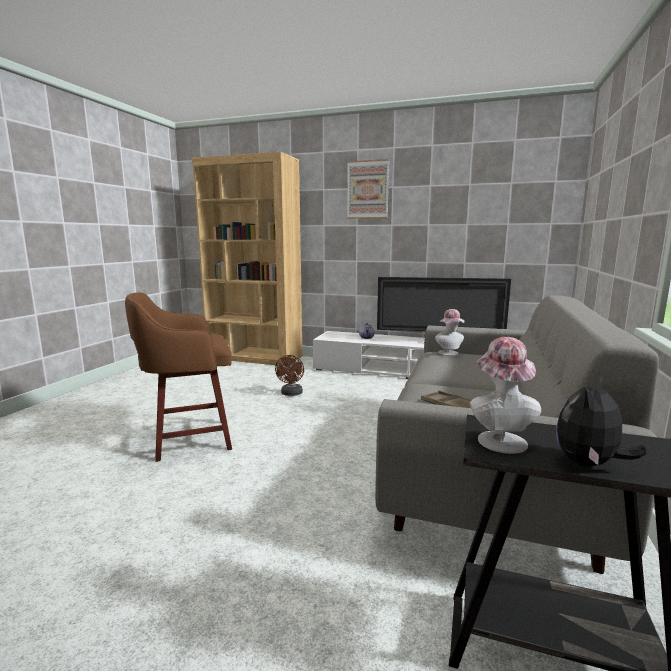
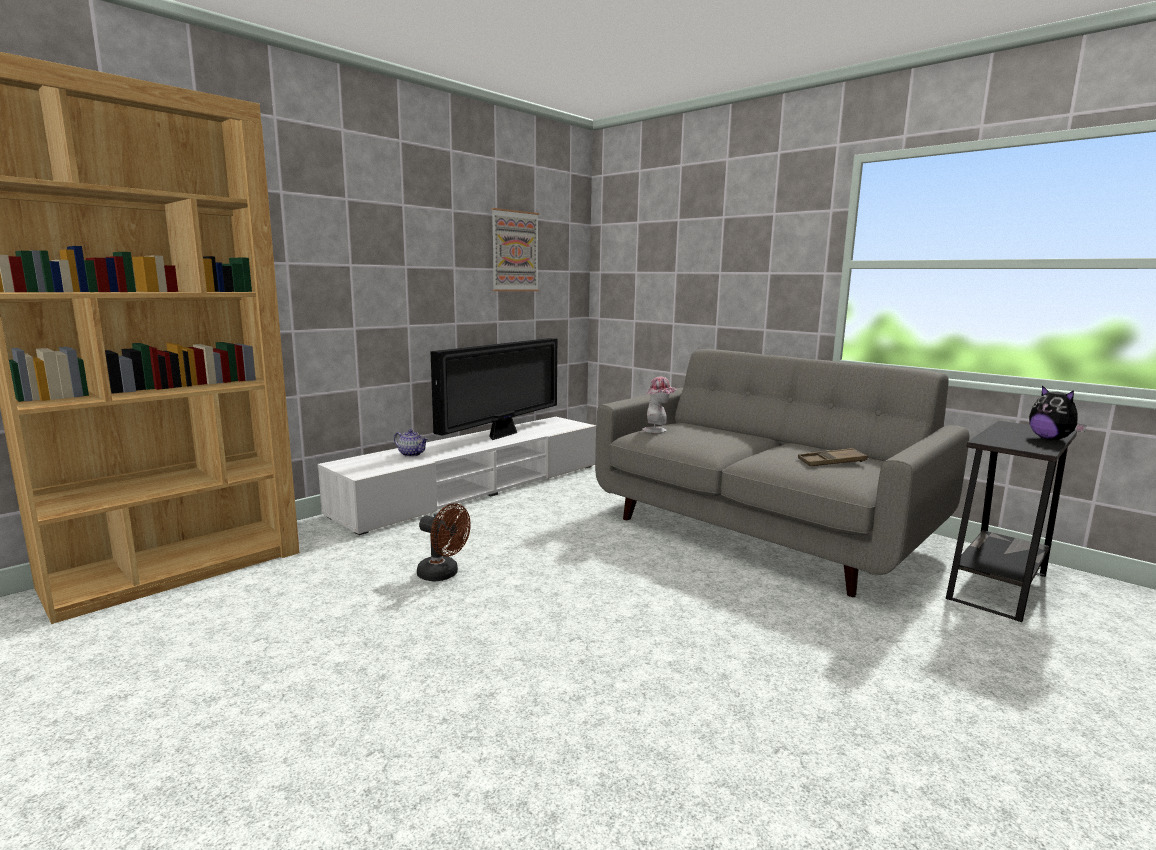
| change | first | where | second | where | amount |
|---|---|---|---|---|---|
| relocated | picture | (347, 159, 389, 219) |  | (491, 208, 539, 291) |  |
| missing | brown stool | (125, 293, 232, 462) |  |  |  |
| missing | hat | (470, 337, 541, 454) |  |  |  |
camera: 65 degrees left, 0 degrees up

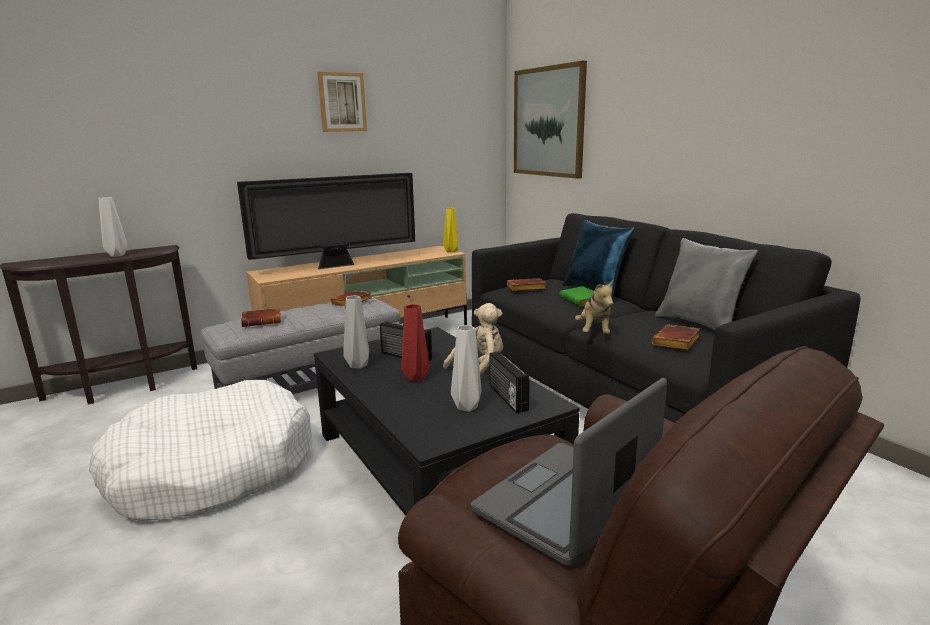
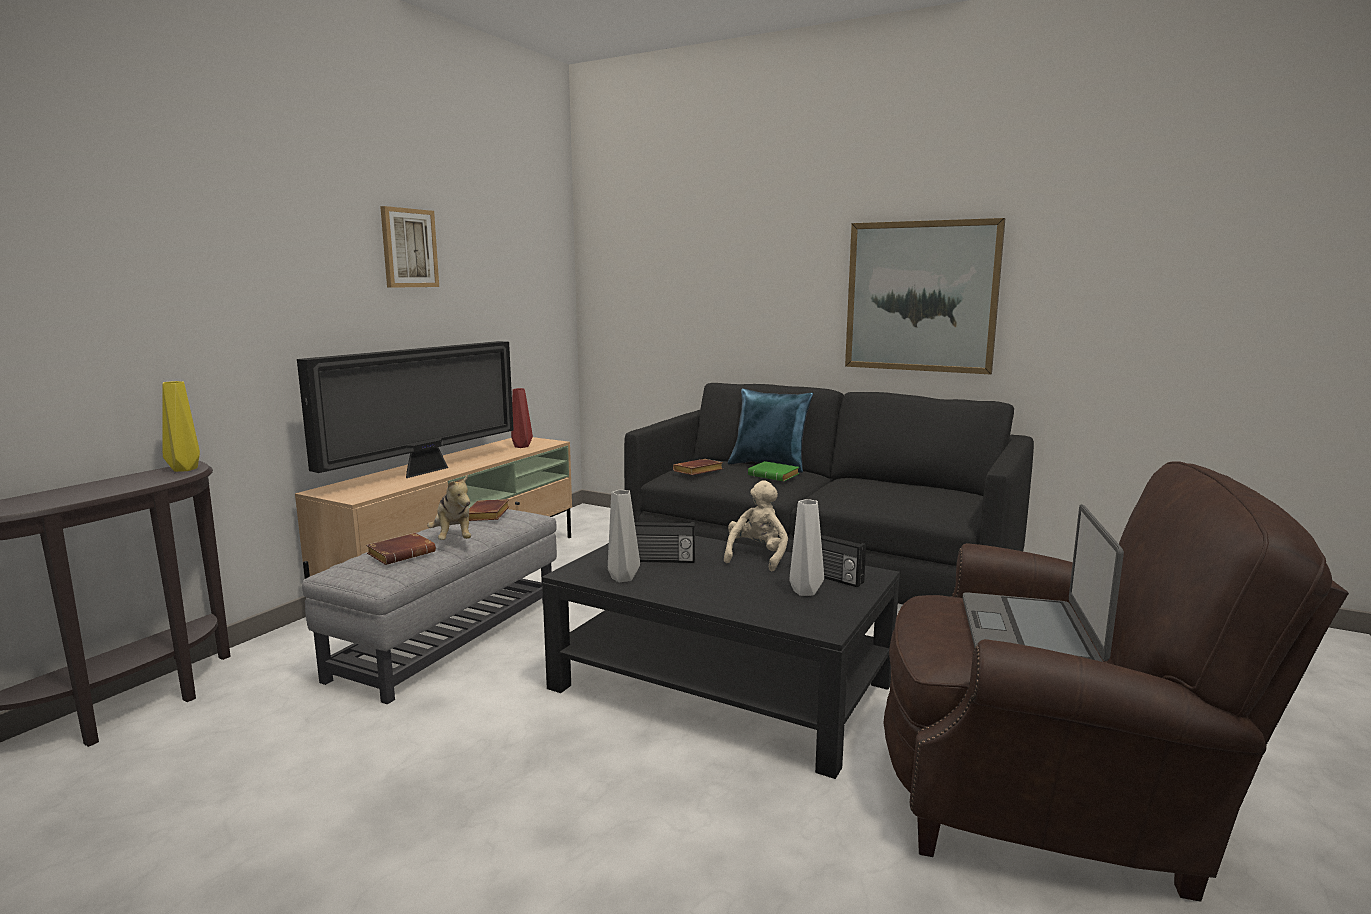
| change | first | where | second | where | amount |
|---|---|---|---|---|---|
| relocated | picture | (514, 61, 587, 179) |  | (845, 218, 1005, 374) |  |
| missing | white vase | (99, 197, 128, 257) |  |  |  |
| relocated | yellow vase | (443, 208, 458, 253) |  | (162, 381, 200, 472) |  |
| missing | grey pillow | (655, 238, 758, 331) |  |  |  |
| relocated | plush toy | (575, 280, 614, 334) |  | (427, 474, 471, 540) |  |
| relocated | red vase | (401, 304, 430, 382) |  | (511, 388, 533, 448) |  |
| missing | brown book | (651, 325, 700, 350) |  |  |  |
| missing | white dog bed | (89, 380, 313, 521) |  |  |  |
camera: 30 degrees left, 5 degrees down

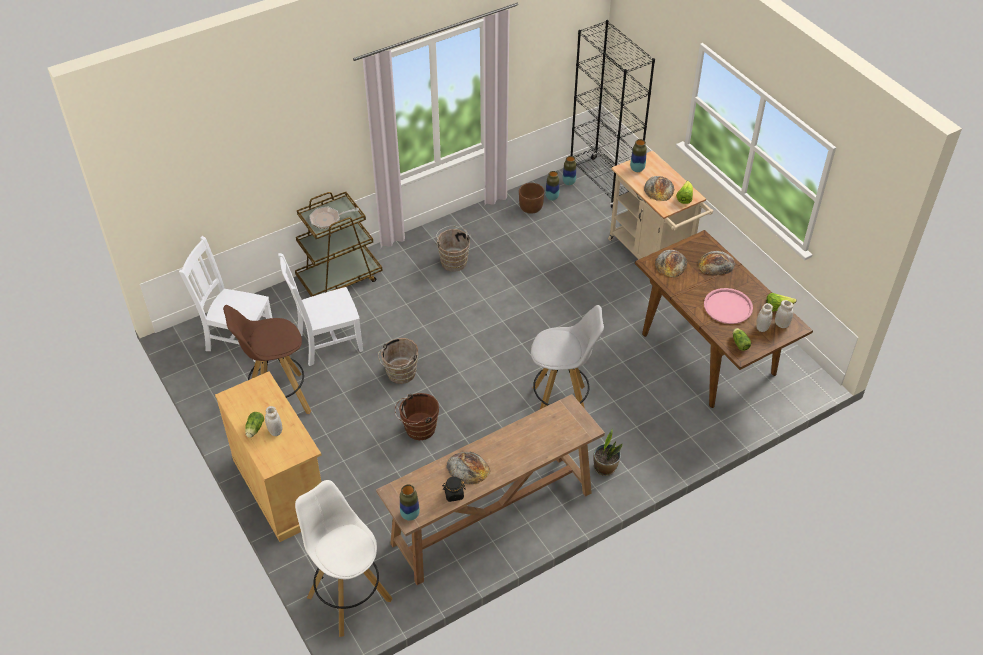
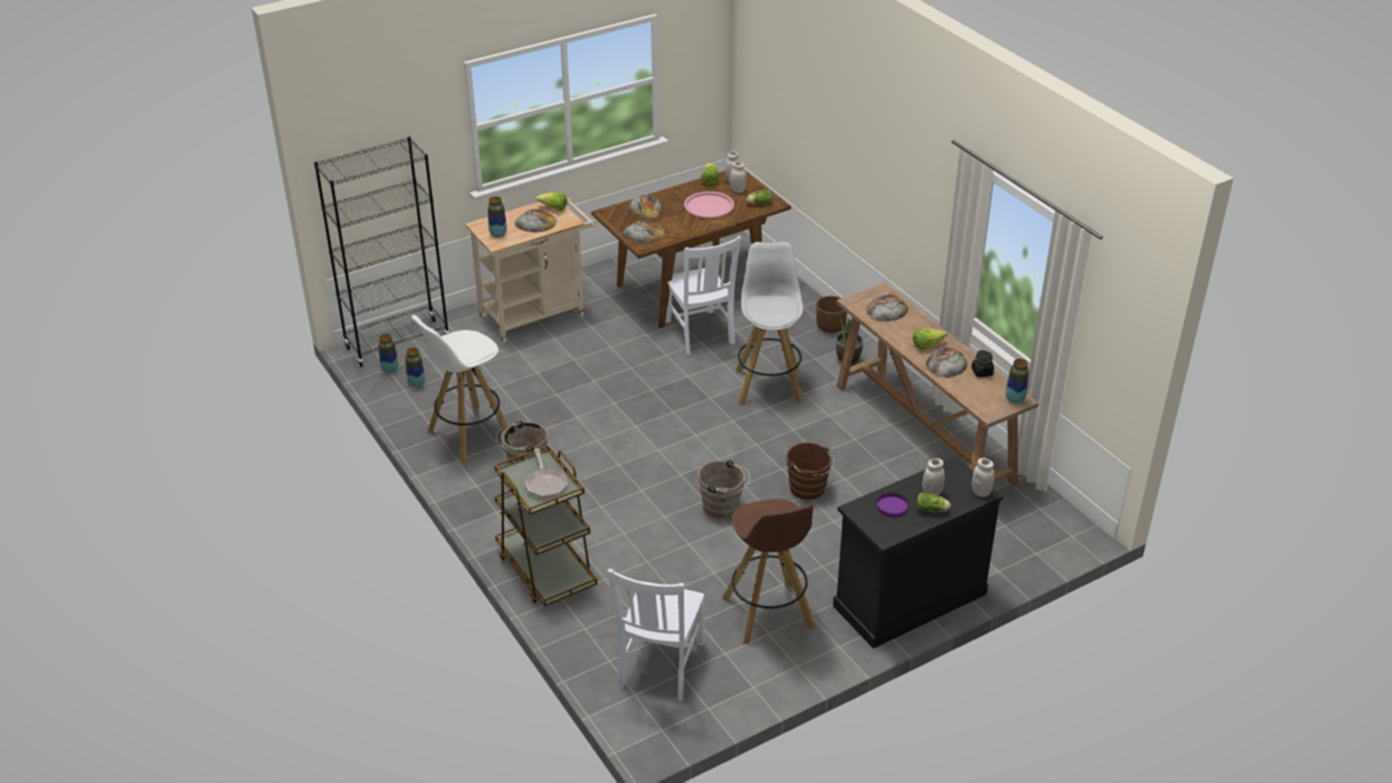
| change | first | where | second | where | amount |
|---|---|---|---|---|---|
| relocated | brown planter | (519, 183, 544, 214) |  | (816, 296, 847, 333) |  |
| relocated | white chair | (278, 253, 363, 366) |  | (665, 236, 741, 355) |  |
| colour | beige cabinet | (215, 371, 321, 542) | black cabinet | (833, 456, 1003, 649) |  |
| relocated | white stool | (295, 480, 392, 637) |  | (412, 315, 508, 462) |  |
| appeared |  |  | bread | (866, 294, 908, 322) |  |
| appeared |  |  | lettuce | (913, 328, 947, 350) |  |
| appeared |  |  | white jar | (972, 458, 994, 497) |  |
| appeared |  |  | purple plate | (877, 493, 909, 518) |  |
camera: 90 degrees left, 10 degrees down

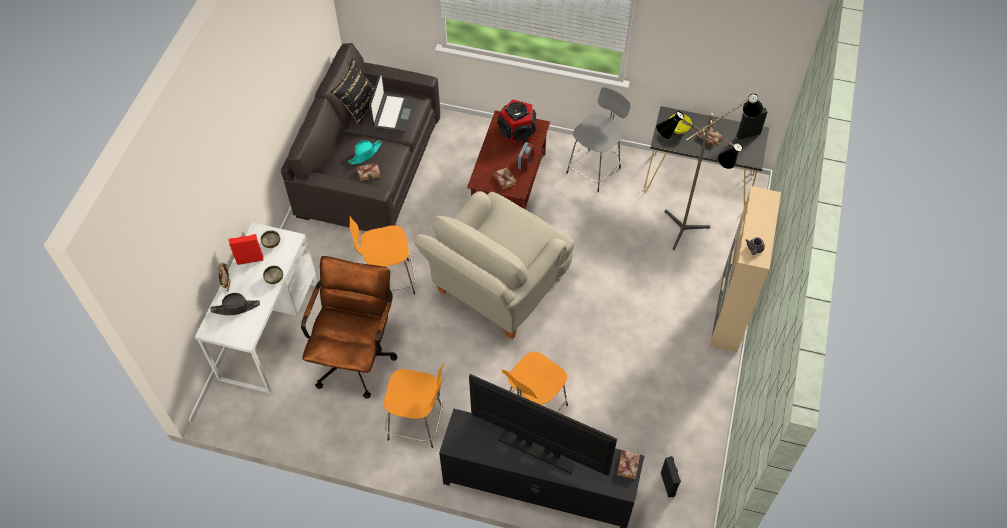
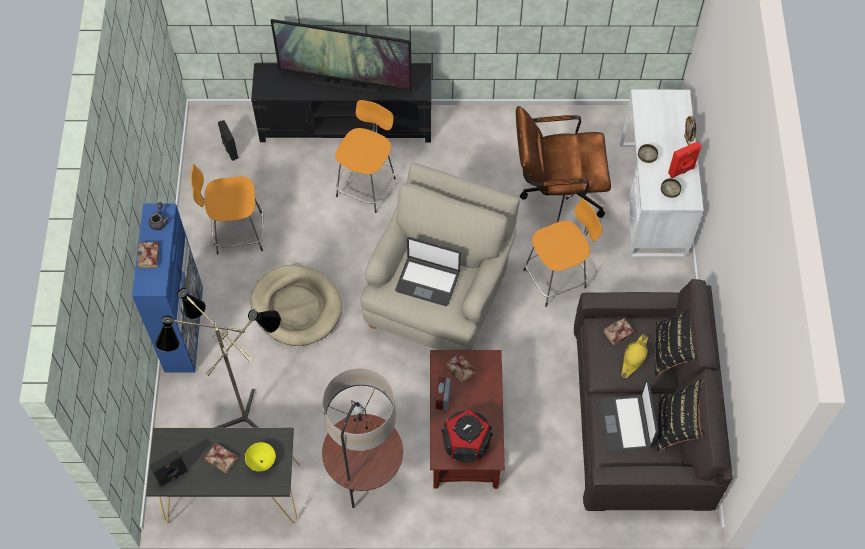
| change | first | where | second | where | amount |
|---|---|---|---|---|---|
| exchanged | grey stool | (566, 87, 631, 192) | floor lamp | (322, 368, 403, 508) |  |
| colour | turquoise hat | (348, 140, 382, 165) | yellow hat | (621, 334, 648, 378) |  |
| colour | beige cabinet | (710, 186, 781, 352) | blue cabinet | (132, 204, 203, 373) |  |
| spun | brown office chair | (301, 256, 398, 399) |  | (516, 106, 611, 223) | 90 degrees clockwise |
| missing | black hat | (210, 293, 260, 315) |  |  |  |
| relocated | orange stool | (384, 363, 444, 448) |  | (191, 164, 264, 255) |  |
| relocated | book | (617, 450, 640, 479) |  | (137, 242, 159, 268) |  |
| appeared |  |  | laptop | (395, 237, 461, 306) |  |
| appeared |  |  | beige dog bed | (251, 265, 342, 346) |  |
| appeared |  |  | black pillow | (655, 310, 698, 377) |  |
camera: 165 degrees right, 5 degrees up

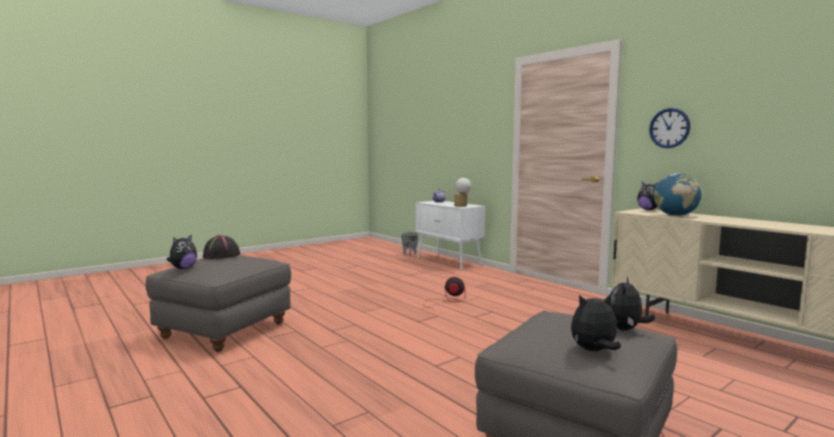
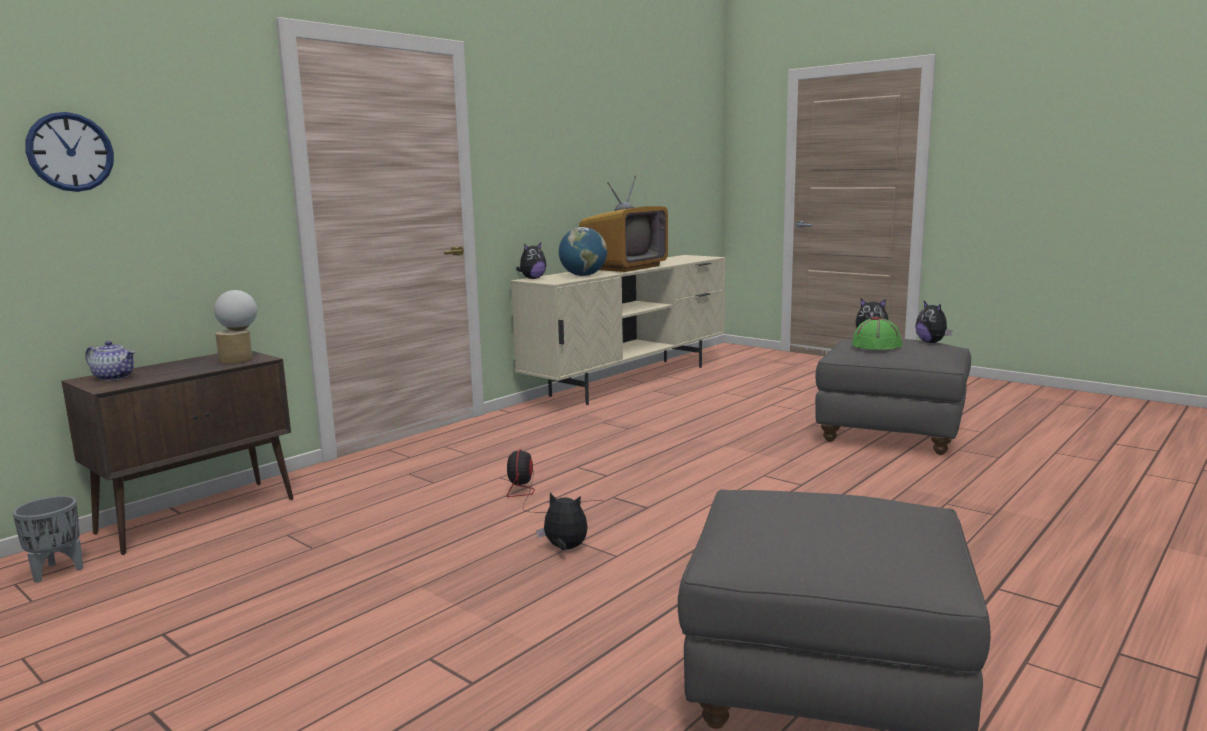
| change | first | where | second | where | amount |
|---|---|---|---|---|---|
| relocated | wall clock | (649, 108, 690, 148) |  | (25, 112, 114, 192) |  |
| colour | white cabinet | (416, 201, 485, 270) | brown cabinet | (62, 351, 294, 555) |  |
| relocated | plush toy | (166, 234, 197, 269) |  | (536, 493, 588, 550) |  |
| missing | black hat | (203, 235, 240, 259) |  |  |  |
| appeared |  |  | television | (579, 176, 668, 272) |  |
| appeared |  |  | green hat | (852, 317, 902, 350) |  |
camera: 100 degrees left, 5 degrees up

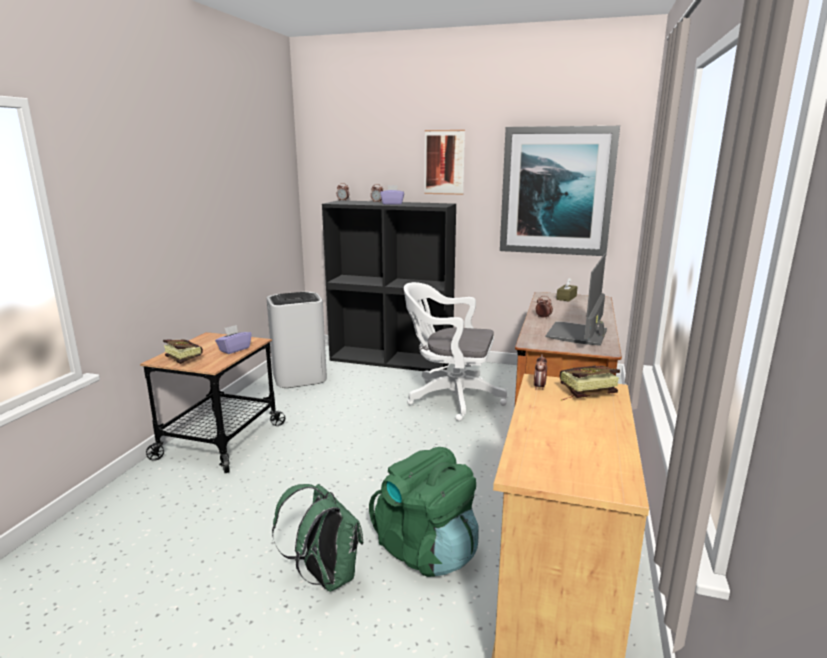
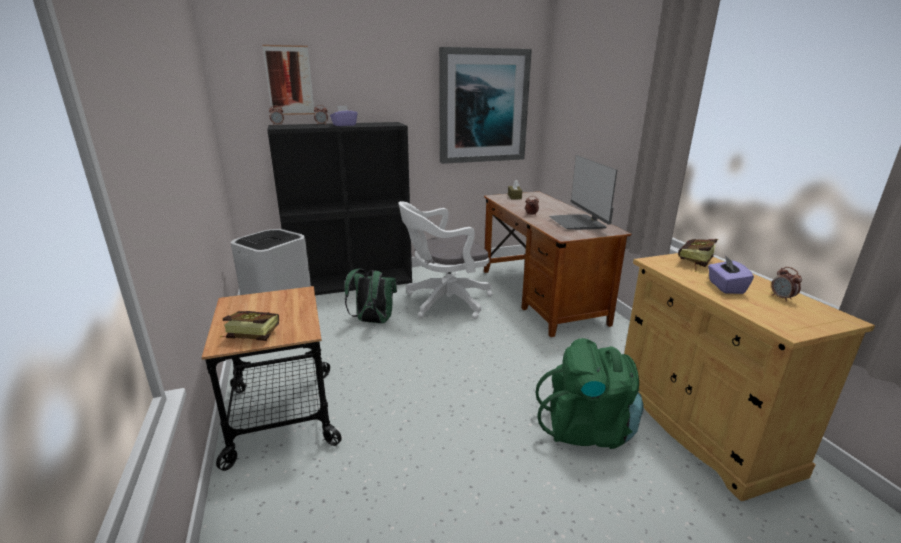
| change | first | where | second | where | amount |
|---|---|---|---|---|---|
| relocated | picture | (424, 130, 465, 195) |  | (262, 45, 315, 115) |  |
| relocated | purple tissue box | (215, 325, 252, 354) |  | (708, 255, 754, 294) |  |
| relocated | alarm clock | (534, 354, 547, 390) |  | (771, 267, 802, 302) |  |
| relocated | green backpack | (272, 484, 363, 592) |  | (345, 268, 397, 323) |  |
camera: 35 degrees left, 5 degrees up

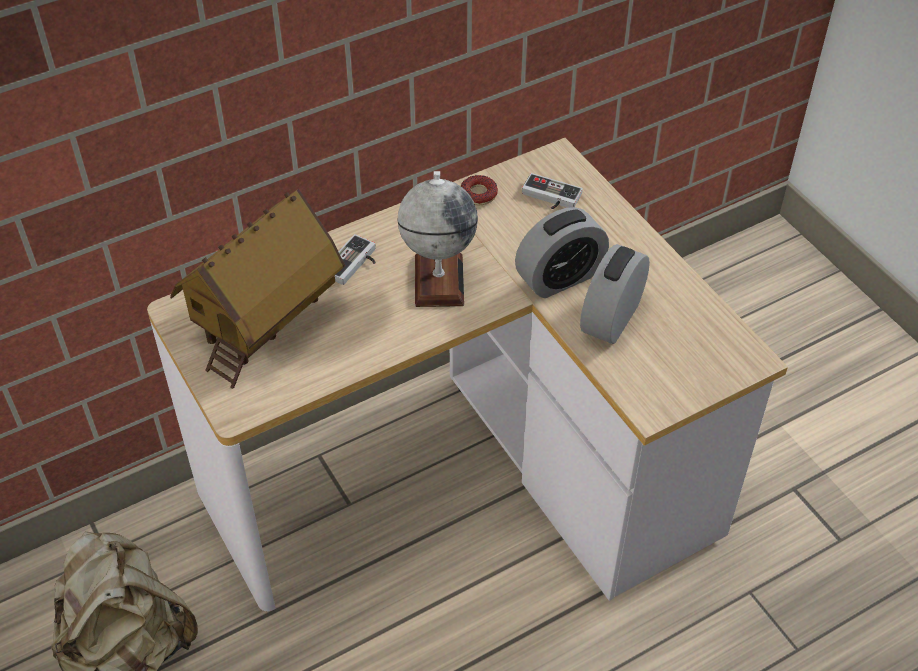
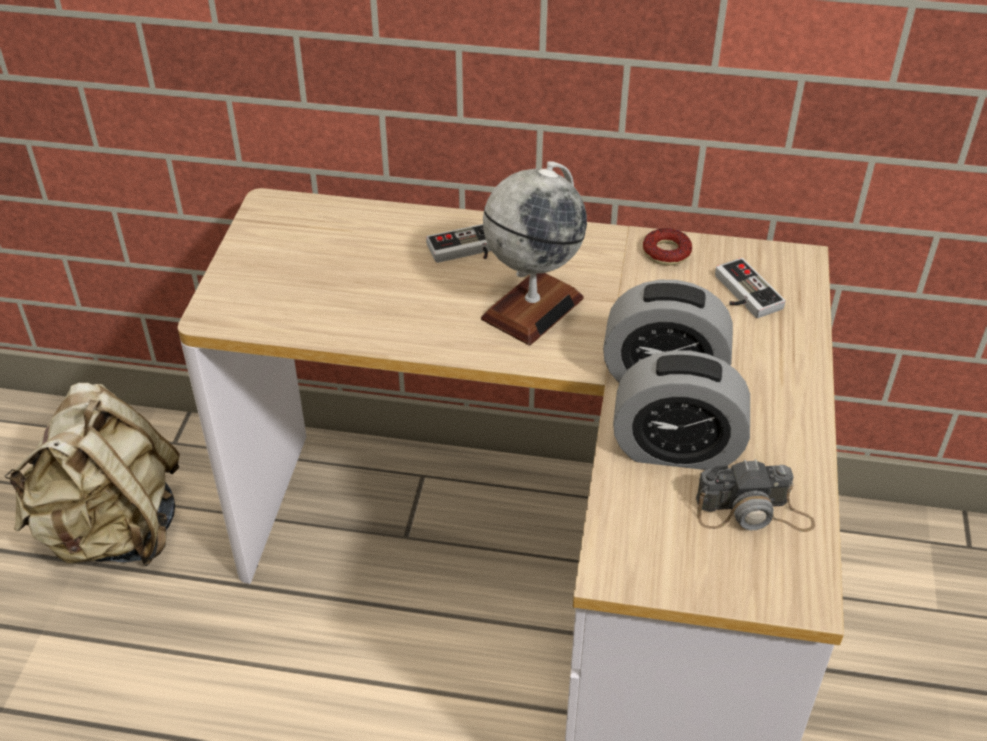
| change | first | where | second | where | amount |
|---|---|---|---|---|---|
| missing | toy house | (170, 189, 345, 389) |  |  |  |
| spun | alarm clock | (580, 244, 650, 344) |  | (613, 350, 750, 470) | 150 degrees counterclockwise |
| appeared |  |  | photo camera | (696, 459, 815, 532) |  |
camera: 40 degrees right, 5 degrees down

